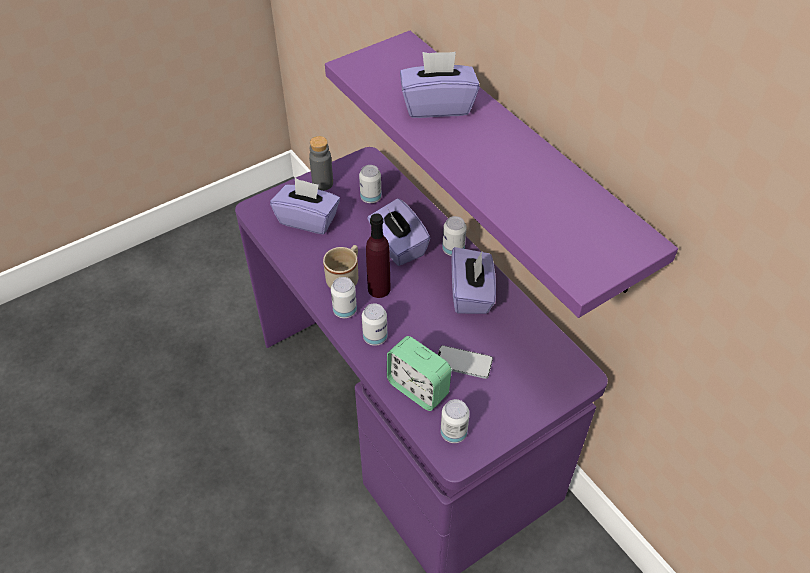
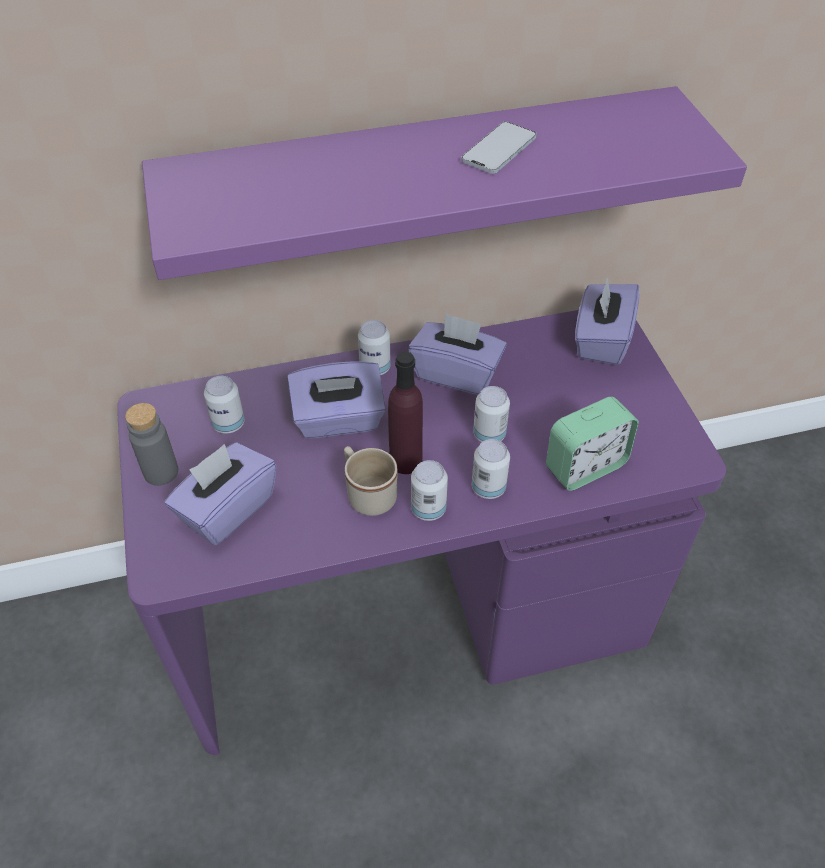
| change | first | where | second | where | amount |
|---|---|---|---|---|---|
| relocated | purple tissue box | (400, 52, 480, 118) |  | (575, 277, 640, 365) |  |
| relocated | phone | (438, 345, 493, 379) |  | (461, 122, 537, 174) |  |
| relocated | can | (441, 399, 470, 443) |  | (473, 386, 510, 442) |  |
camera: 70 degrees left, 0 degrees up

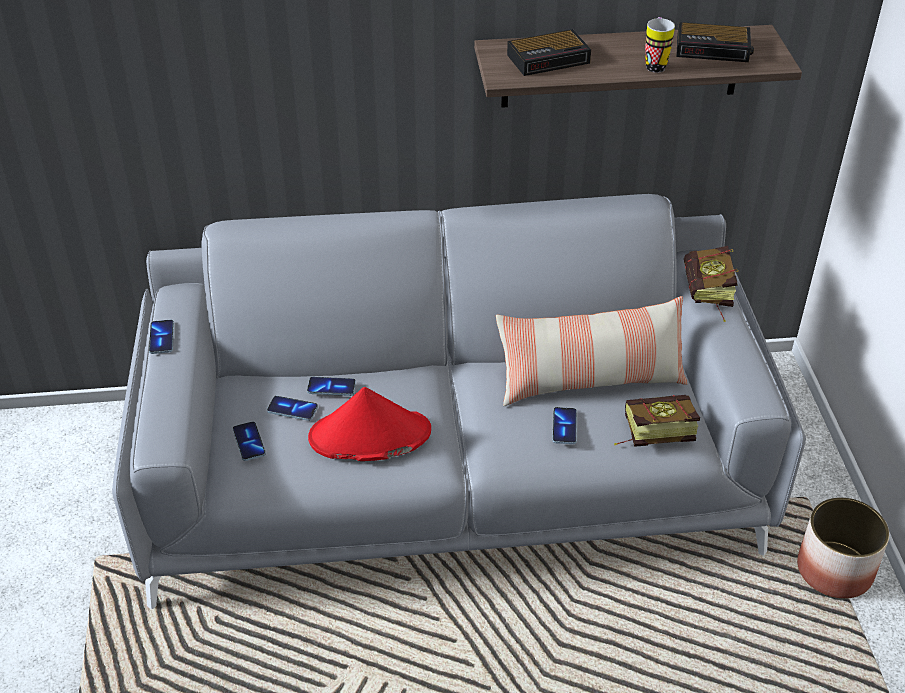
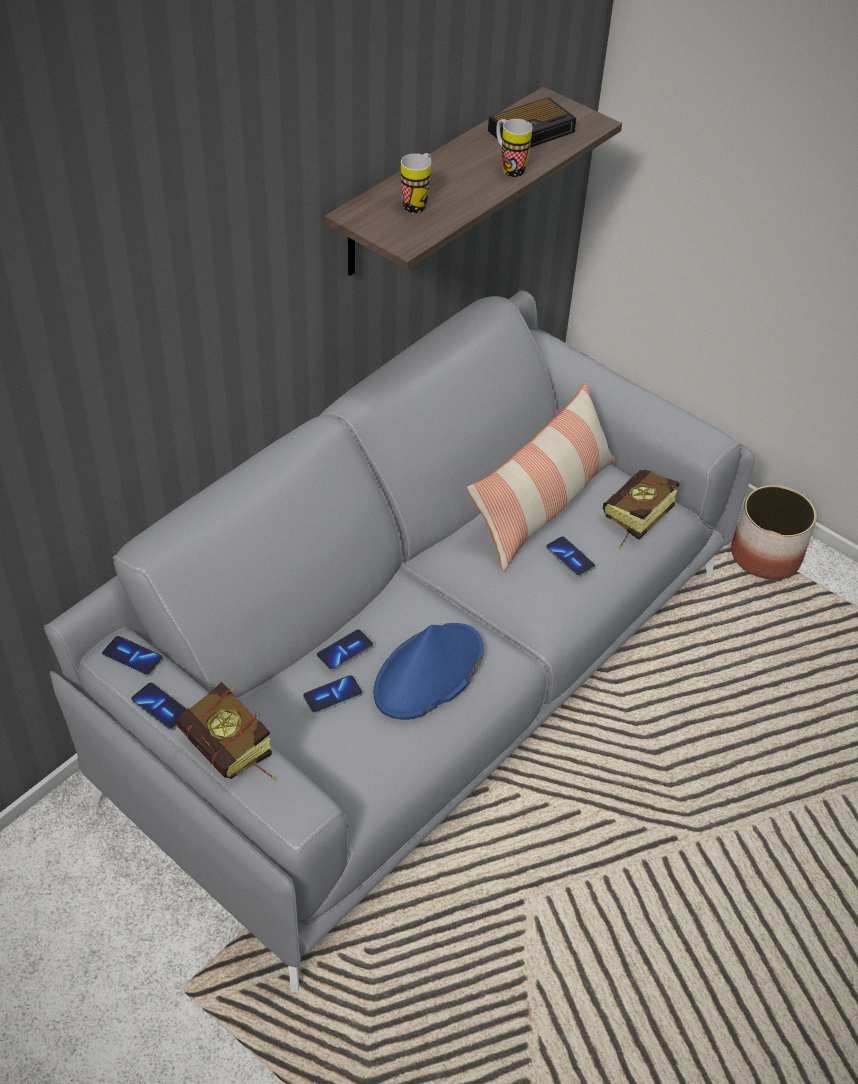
| change | first | where | second | where | amount |
|---|---|---|---|---|---|
| exchanged | alarm clock | (507, 29, 591, 76) | mug | (401, 153, 431, 214) |  |
| relocated | book | (684, 246, 738, 322) |  | (177, 682, 276, 781) |  |
| colour | red hat | (308, 387, 431, 461) | blue hat | (373, 623, 484, 720) |  |
| relocated | phone | (233, 421, 266, 461) |  | (102, 636, 163, 677) |  |
camera: 45 degrees left, 5 degrees up

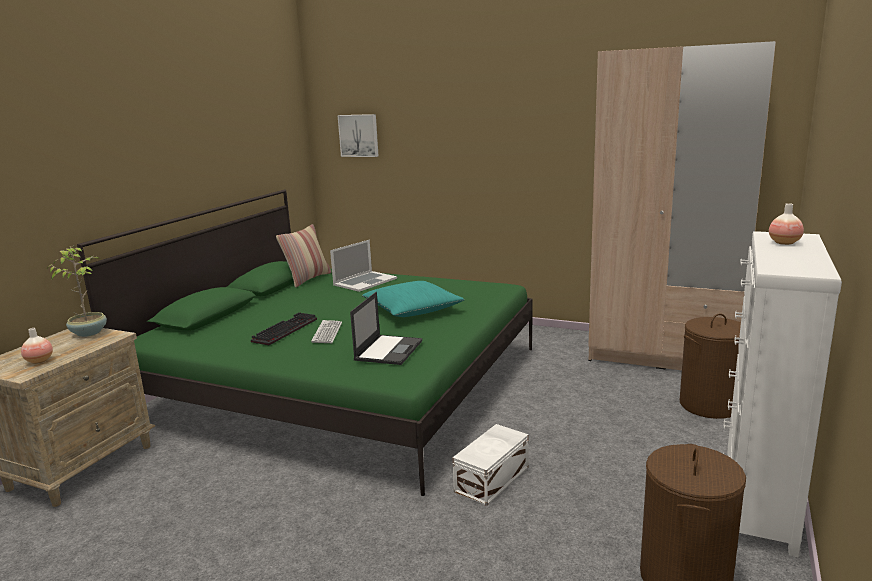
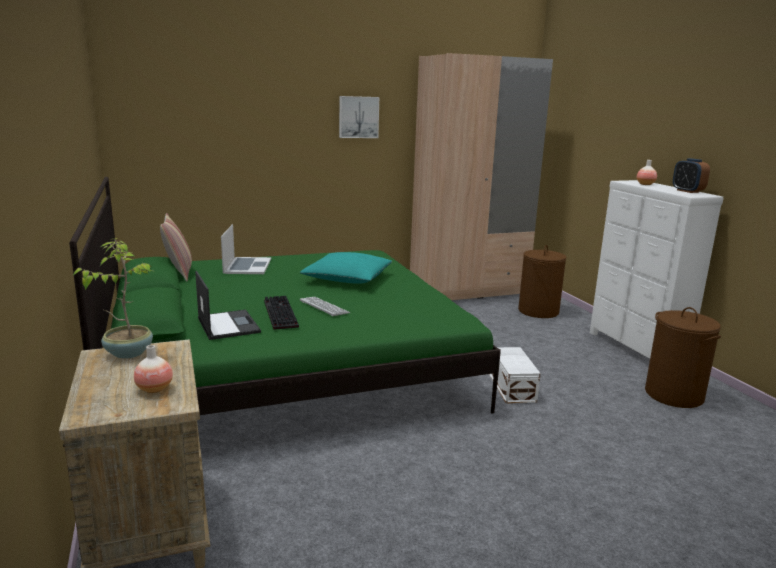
| change | first | where | second | where | amount |
|---|---|---|---|---|---|
| relocated | picture | (338, 114, 379, 157) |  | (339, 96, 379, 138) |  |
| relocated | laptop | (350, 292, 422, 365) |  | (195, 271, 261, 340) |  |
| appeared |  |  | alarm clock | (673, 158, 710, 193) |  |
camera: 45 degrees left, 0 degrees up

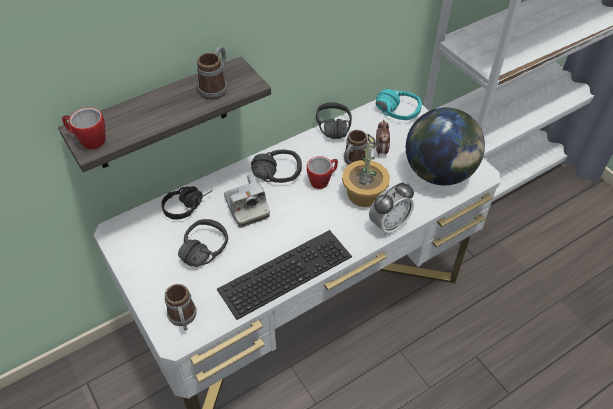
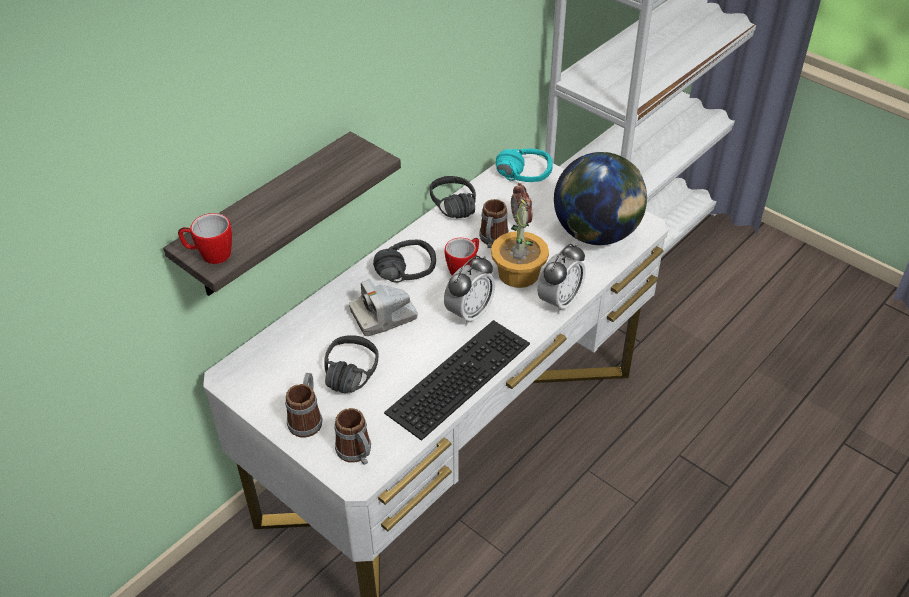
| change | first | where | second | where | amount |
|---|---|---|---|---|---|
| relocated | mug | (197, 47, 227, 100) |  | (285, 373, 322, 438) |  |
| spun | photo camera | (224, 173, 270, 228) |  | (349, 279, 418, 336) | 105 degrees clockwise |
| missing | black headphones | (161, 186, 213, 220) |  |  |  |
| appeared |  |  | alarm clock | (444, 256, 495, 326) |  |
camera: 15 degrees left, 5 degrees down

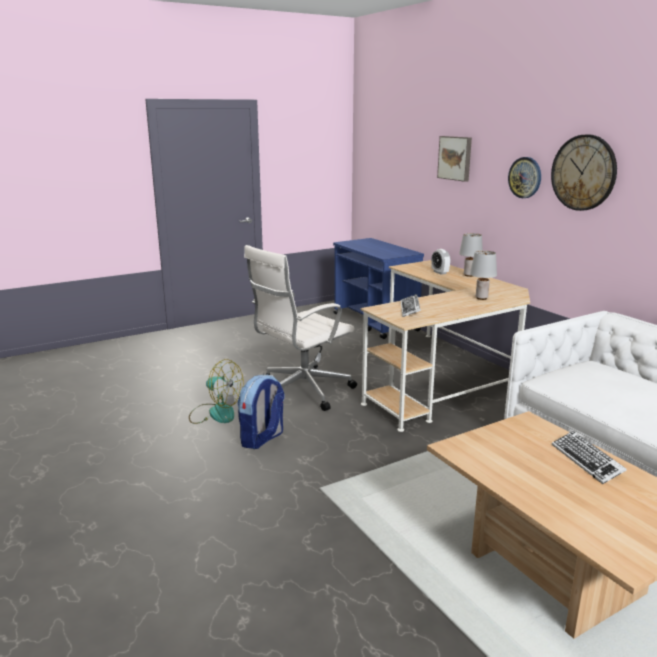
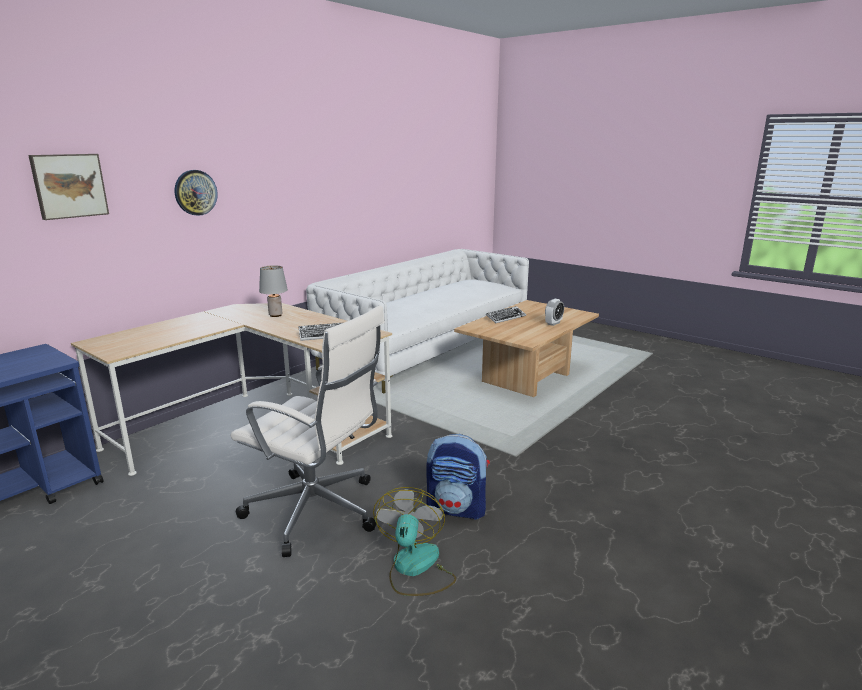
| change | first | where | second | where | amount |
|---|---|---|---|---|---|
| missing | wall clock | (551, 134, 617, 211) |  |  |  |
| missing | grey table lamp | (459, 233, 483, 277) |  |  |  |
| relocated | alarm clock | (431, 249, 451, 275) |  | (545, 299, 564, 326) |  |
camera: 110 degrees left, 0 degrees up

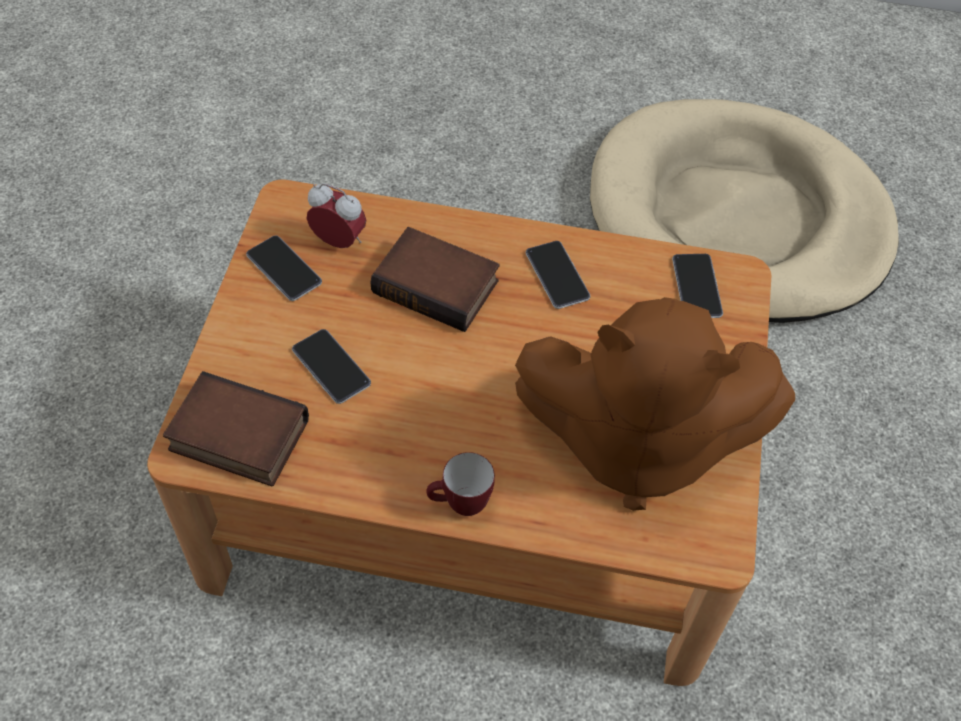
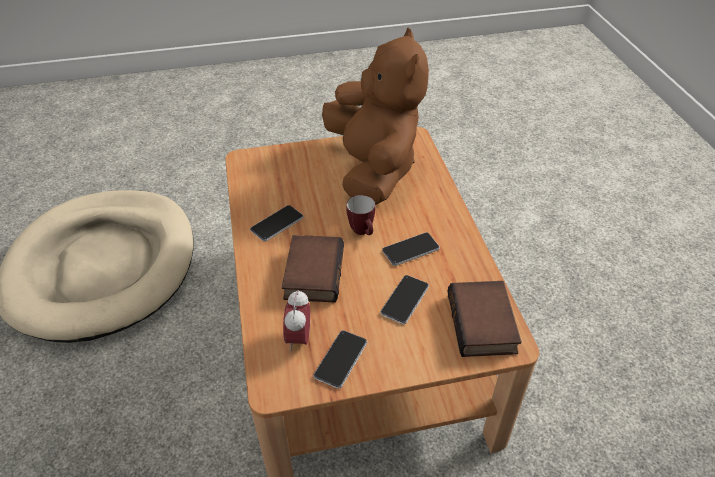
| change | first | where | second | where | amount |
|---|---|---|---|---|---|
| relocated | phone | (672, 254, 723, 318) |  | (382, 232, 440, 266) |  |
| relocated | mug | (427, 452, 495, 516) |  | (346, 195, 375, 235) |  |
camera: 110 degrees left, 10 degrees down

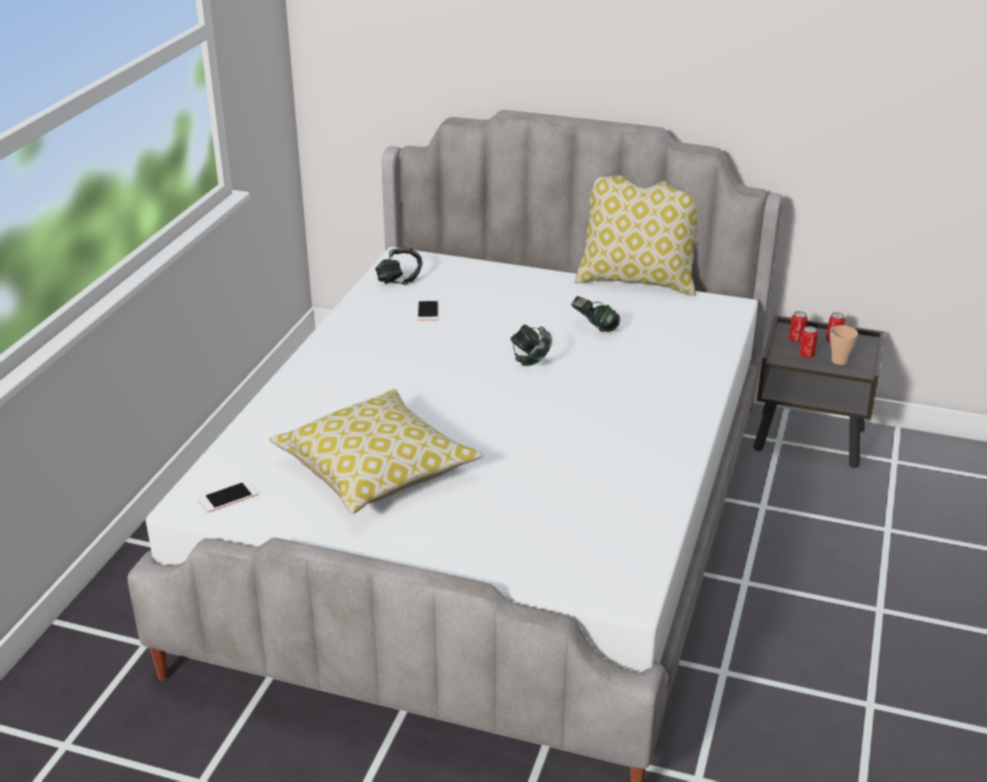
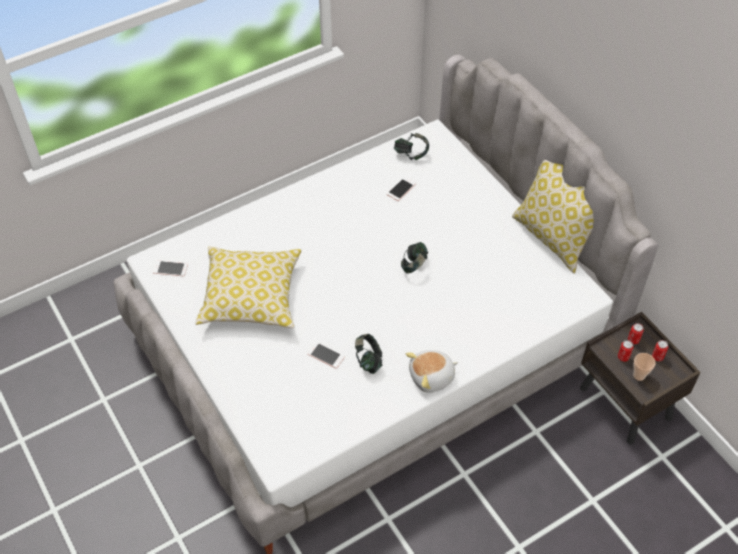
| change | first | where | second | where | amount |
|---|---|---|---|---|---|
| relocated | headphones | (571, 296, 620, 332) |  | (355, 334, 382, 374) |  |
| appeared |  |  | phone | (308, 342, 345, 369) |  |
| appeared |  |  | plush toy | (406, 350, 458, 393) |  |
camera: 40 degrees right, 20 degrees up

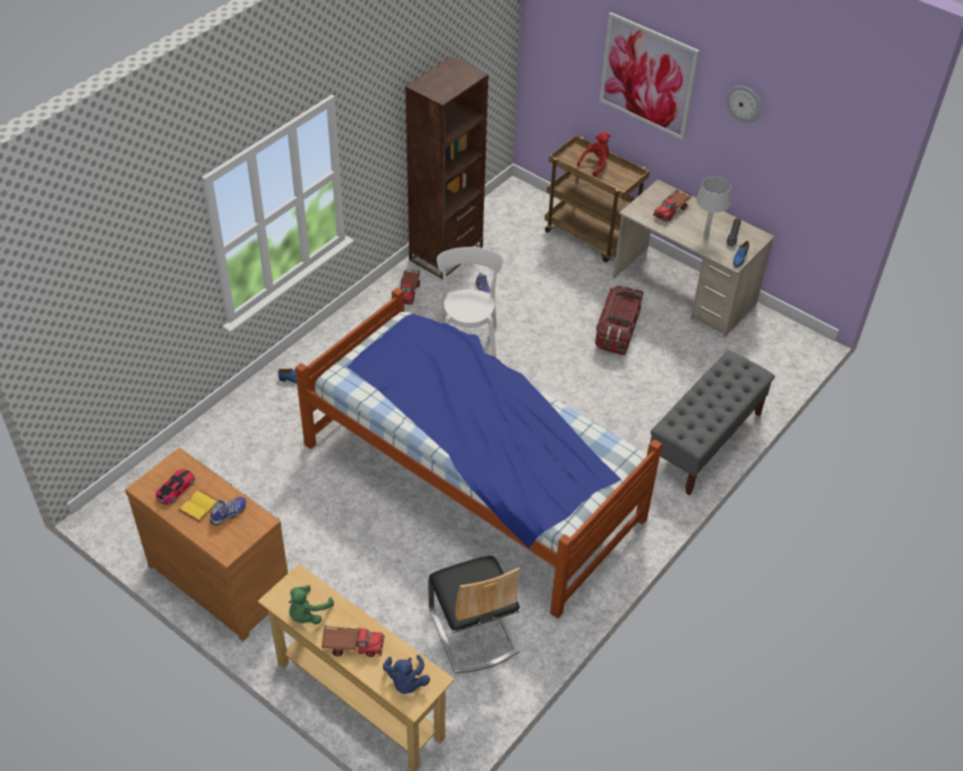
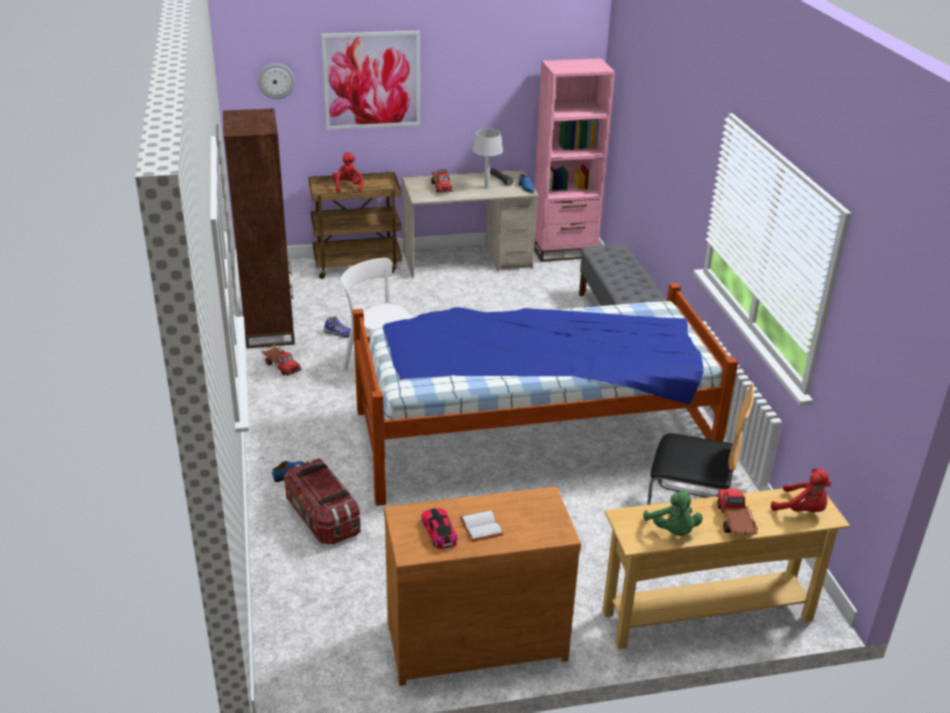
| change | first | where | second | where | amount |
|---|---|---|---|---|---|
| relocated | wall clock | (726, 86, 762, 123) |  | (258, 63, 295, 99) |  |
| relocated | storage box | (595, 286, 643, 356) |  | (284, 458, 361, 545) |  |
| colour | yellow book | (179, 490, 218, 522) | white book | (460, 510, 503, 541) |  |
| missing | shoe | (210, 497, 246, 525) |  |  |  |
| spun | toy truck | (321, 626, 384, 657) |  | (716, 488, 758, 535) | 45 degrees counterclockwise |
| colour | blue plush toy | (383, 655, 430, 694) | red plush toy | (771, 468, 831, 512) |  |
| appeared |  |  | pink bookcase | (534, 58, 615, 262) |  |
camera: 50 degrees left, 15 degrees down

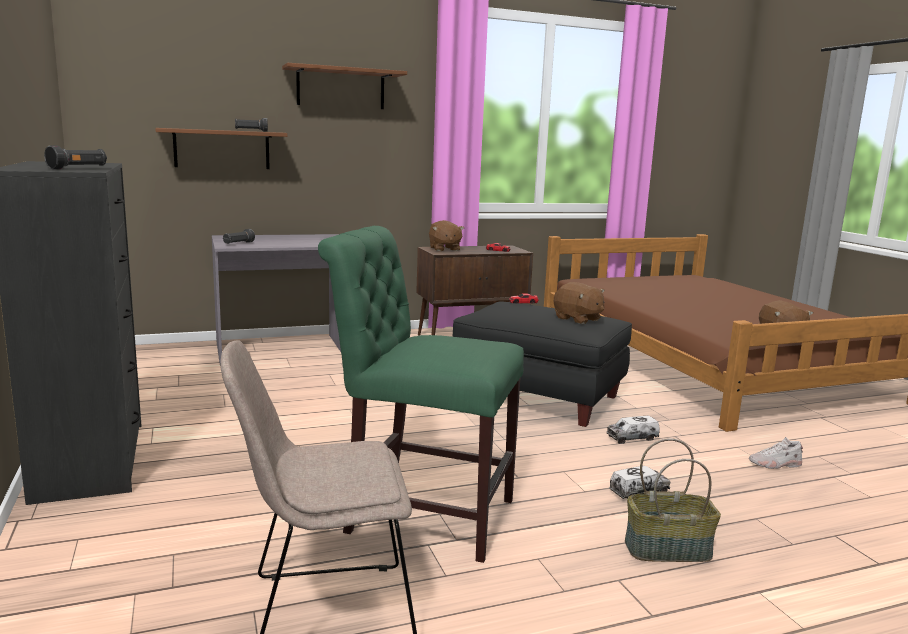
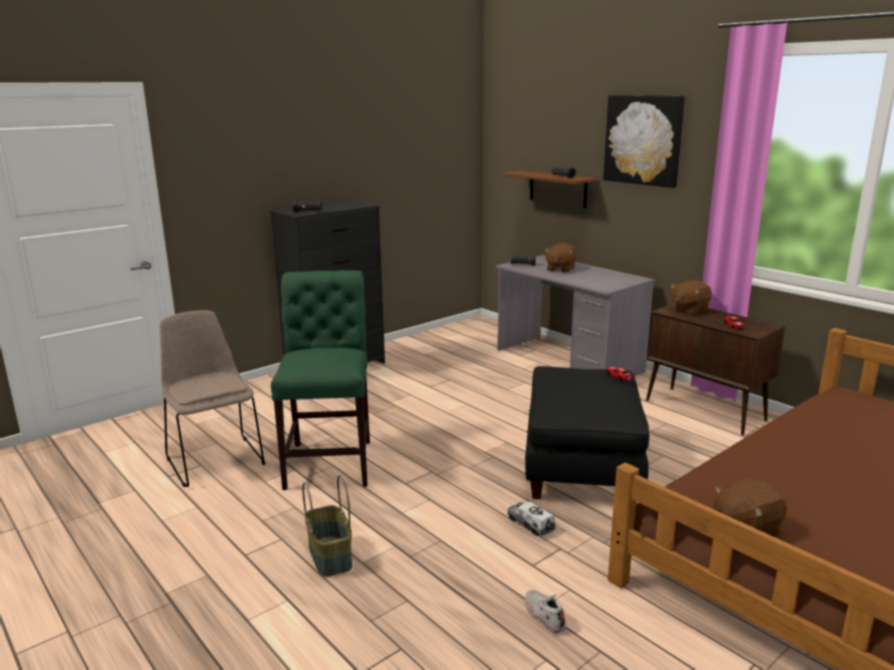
| change | first | where | second | where | amount |
|---|---|---|---|---|---|
| exchanged | shelf | (282, 63, 407, 109) | picture | (603, 95, 685, 188) |  |
| relocated | brown plush toy | (554, 282, 605, 324) |  | (545, 243, 577, 272) |  |
| missing | toy truck | (609, 466, 670, 499) |  |  |  |
camera: 70 degrees right, 5 degrees up

